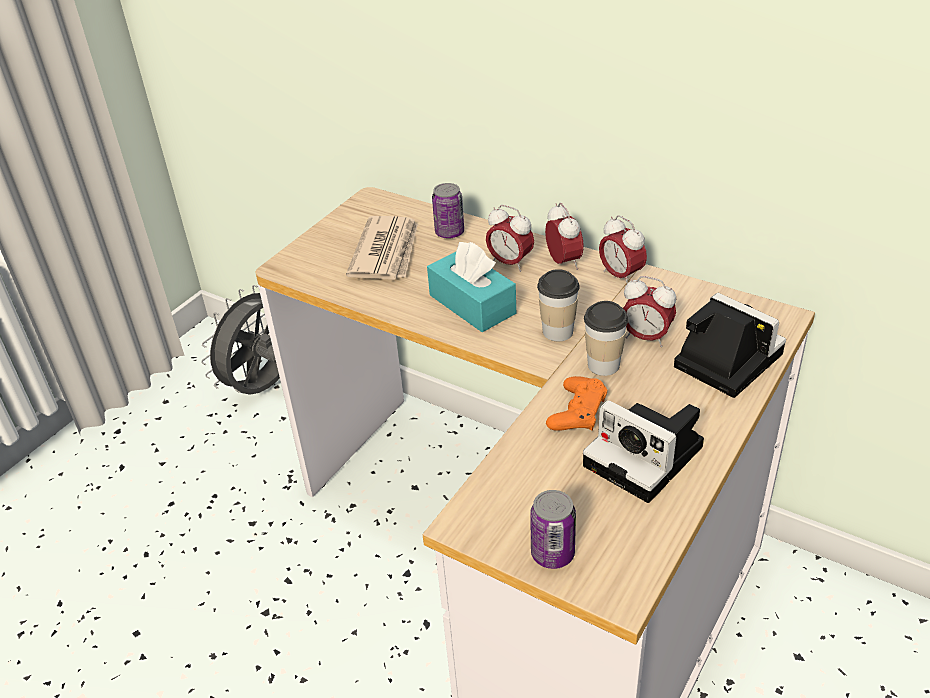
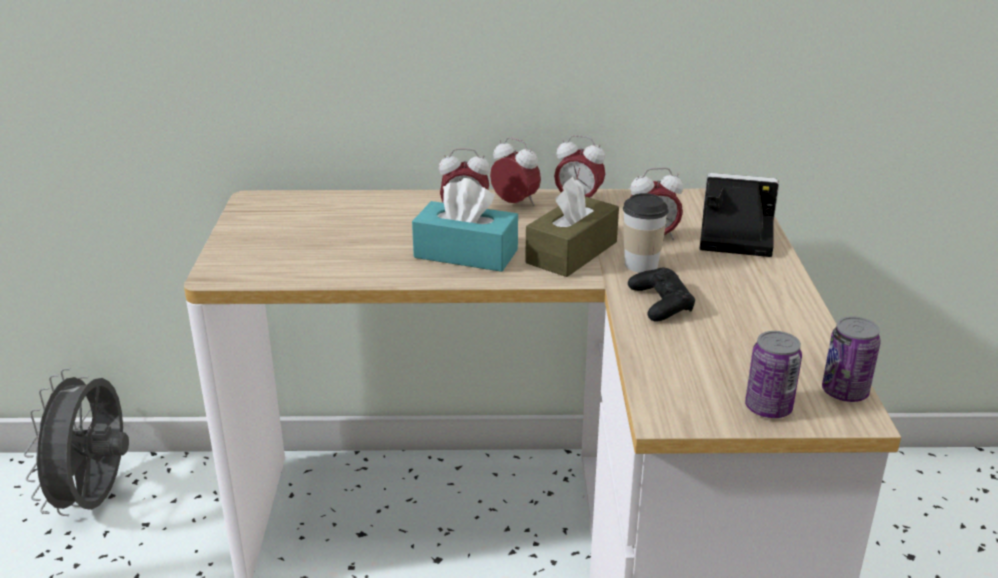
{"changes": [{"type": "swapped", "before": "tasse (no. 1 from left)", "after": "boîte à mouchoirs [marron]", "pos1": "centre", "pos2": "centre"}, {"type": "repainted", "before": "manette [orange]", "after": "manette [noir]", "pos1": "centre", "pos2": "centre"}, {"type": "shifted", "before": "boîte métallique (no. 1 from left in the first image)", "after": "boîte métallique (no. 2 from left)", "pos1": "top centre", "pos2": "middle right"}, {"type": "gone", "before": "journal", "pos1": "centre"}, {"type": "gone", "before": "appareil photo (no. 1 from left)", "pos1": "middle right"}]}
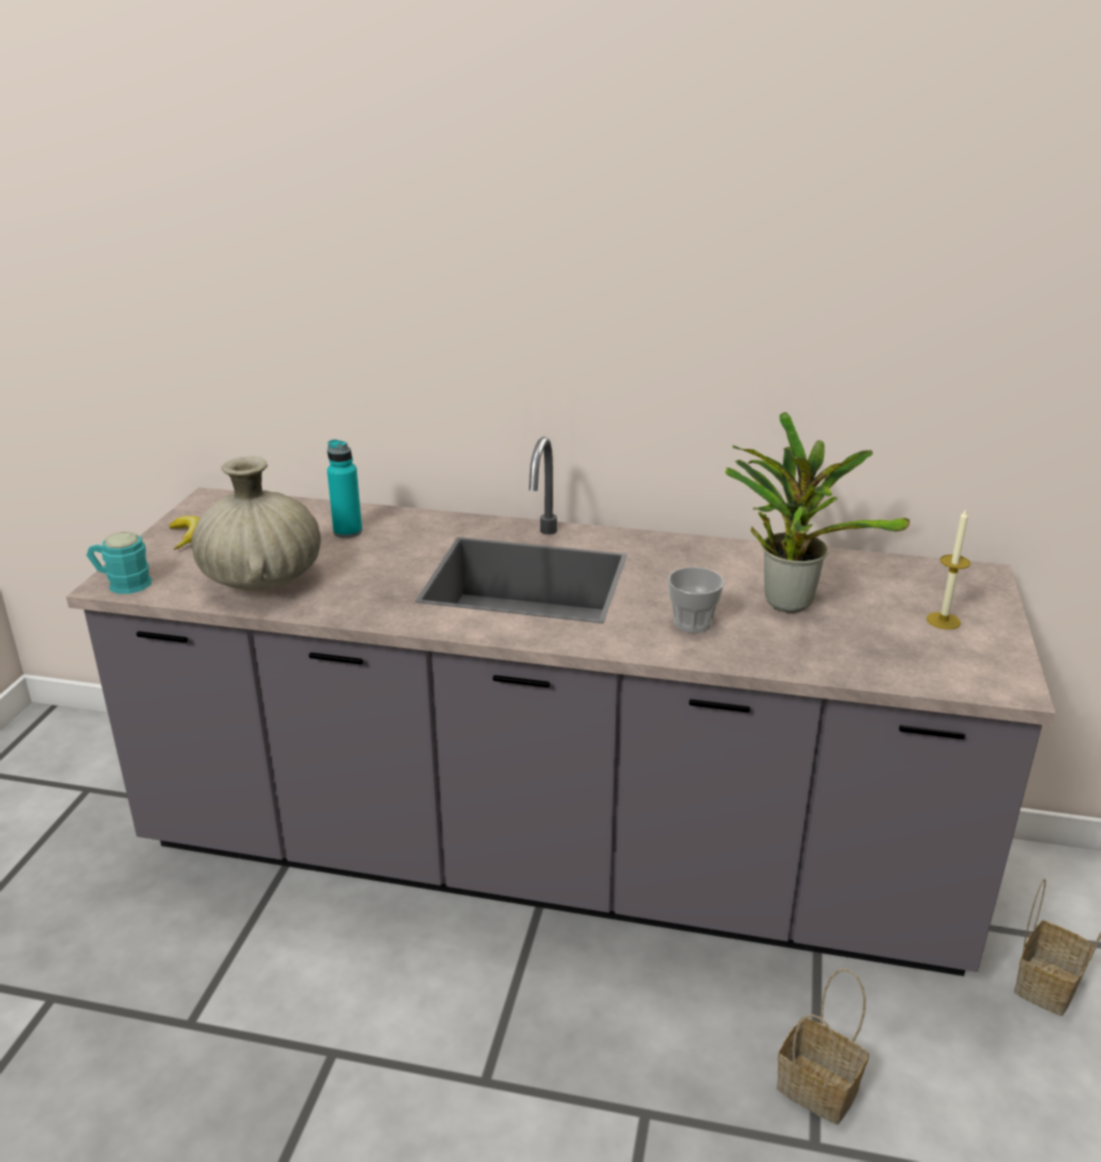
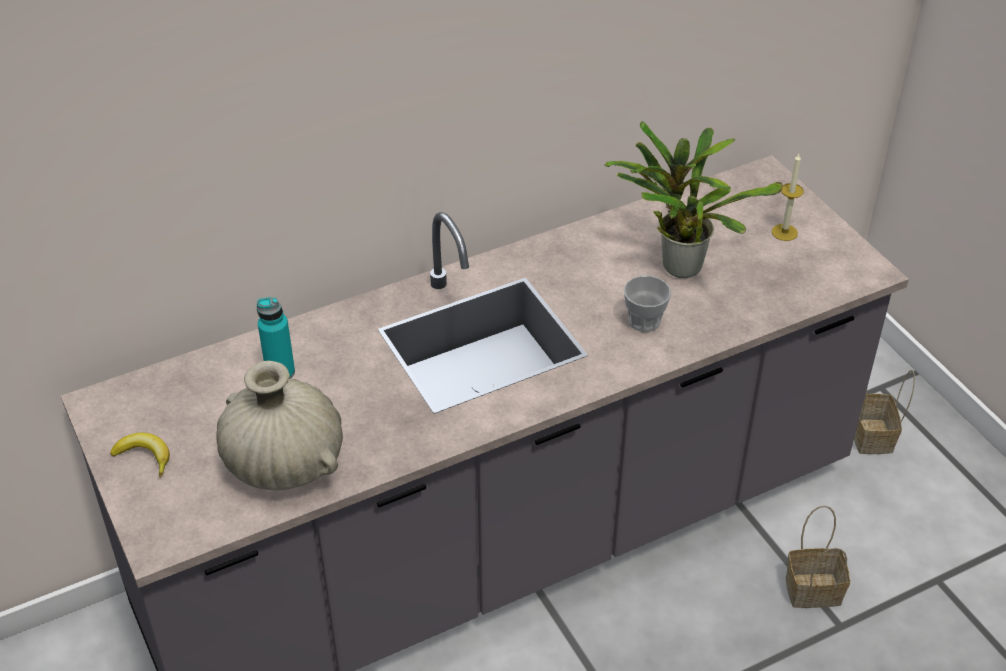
{"changes": [{"type": "gone", "before": "mug [turquoise]", "pos1": "middle left"}]}
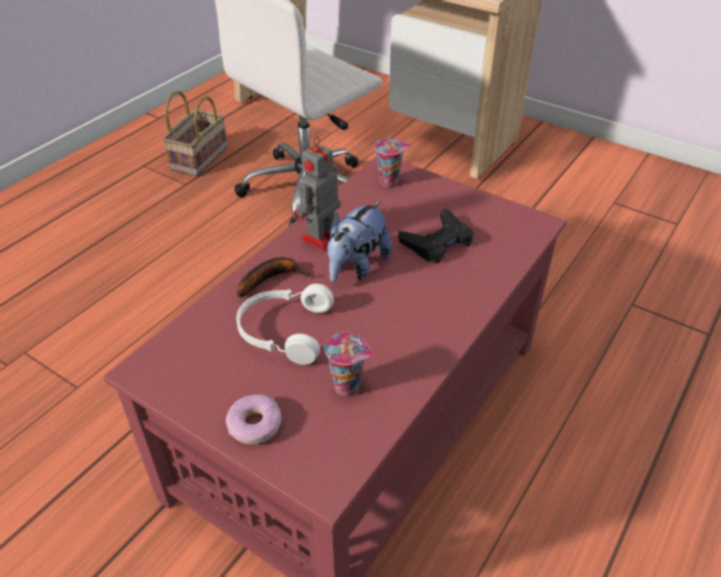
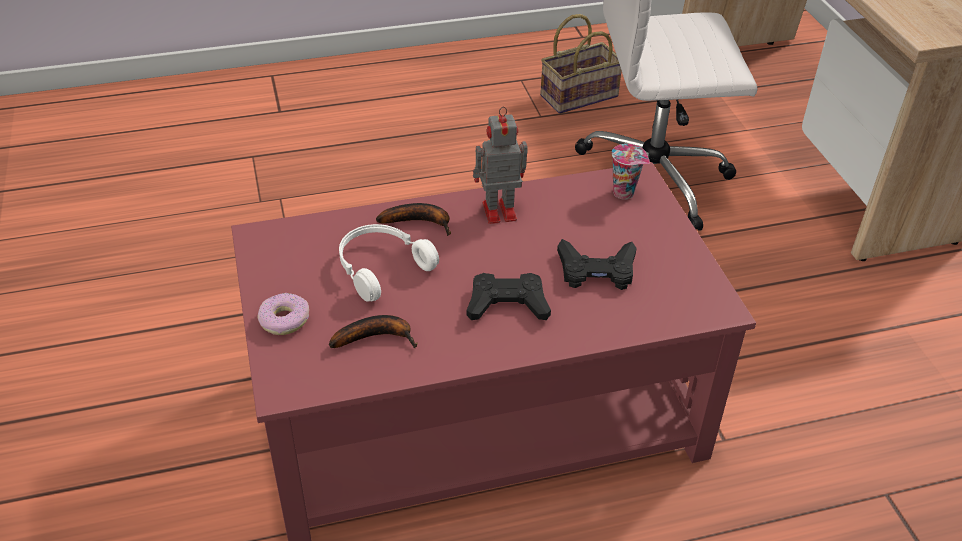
{"changes": [{"type": "swapped", "before": "tasse (no. 1 from left)", "after": "banane (no. 1 from left)", "pos1": "centre", "pos2": "centre"}, {"type": "new", "after": "manette [noir] (no. 1 from left)", "pos2": "centre"}, {"type": "gone", "before": "peluche", "pos1": "centre"}]}
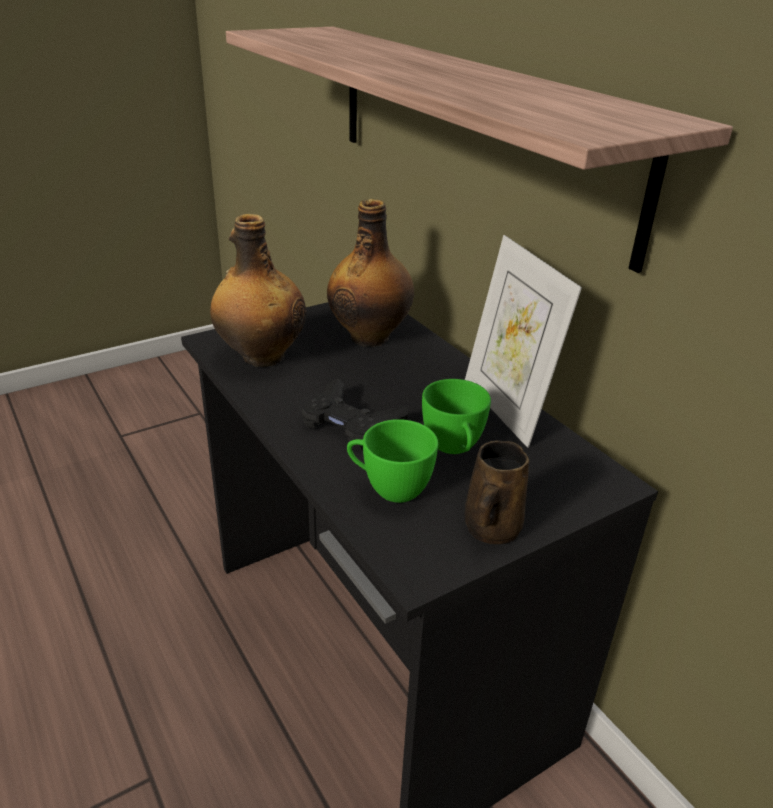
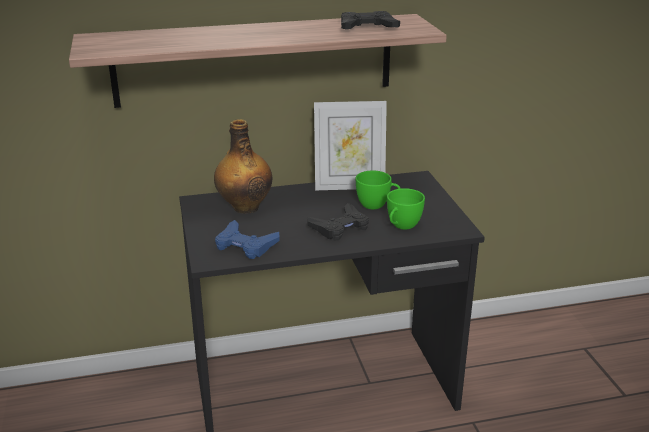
{"changes": [{"type": "swapped", "before": "bouteille (no. 1 from left)", "after": "manette [bleu]", "pos1": "centre", "pos2": "centre"}, {"type": "new", "after": "manette [noir] (no. 2 from left)", "pos2": "top centre"}, {"type": "gone", "before": "mug [marron]", "pos1": "centre"}]}
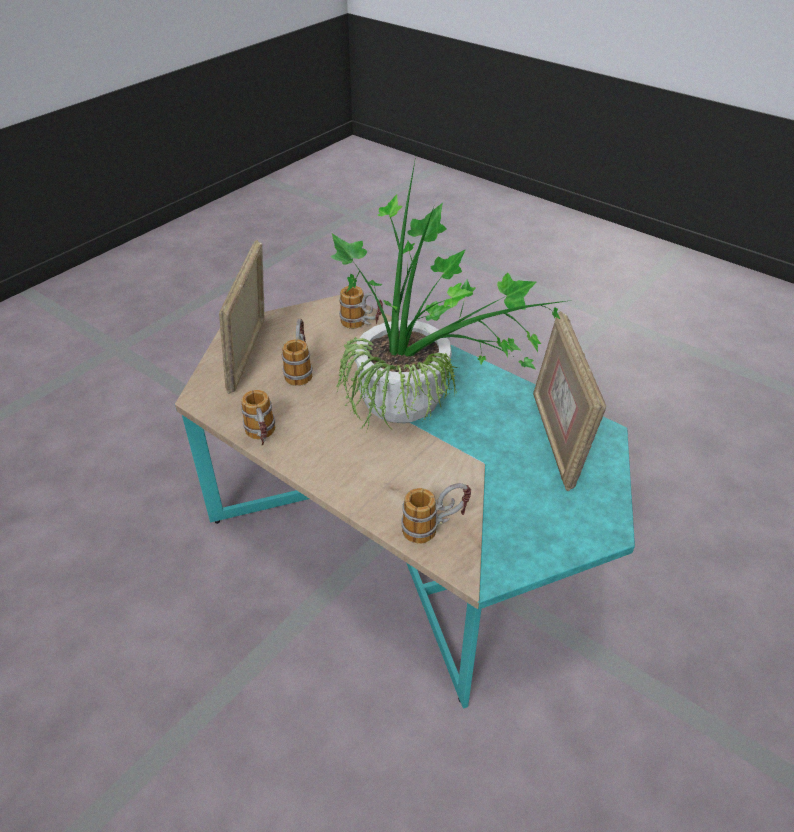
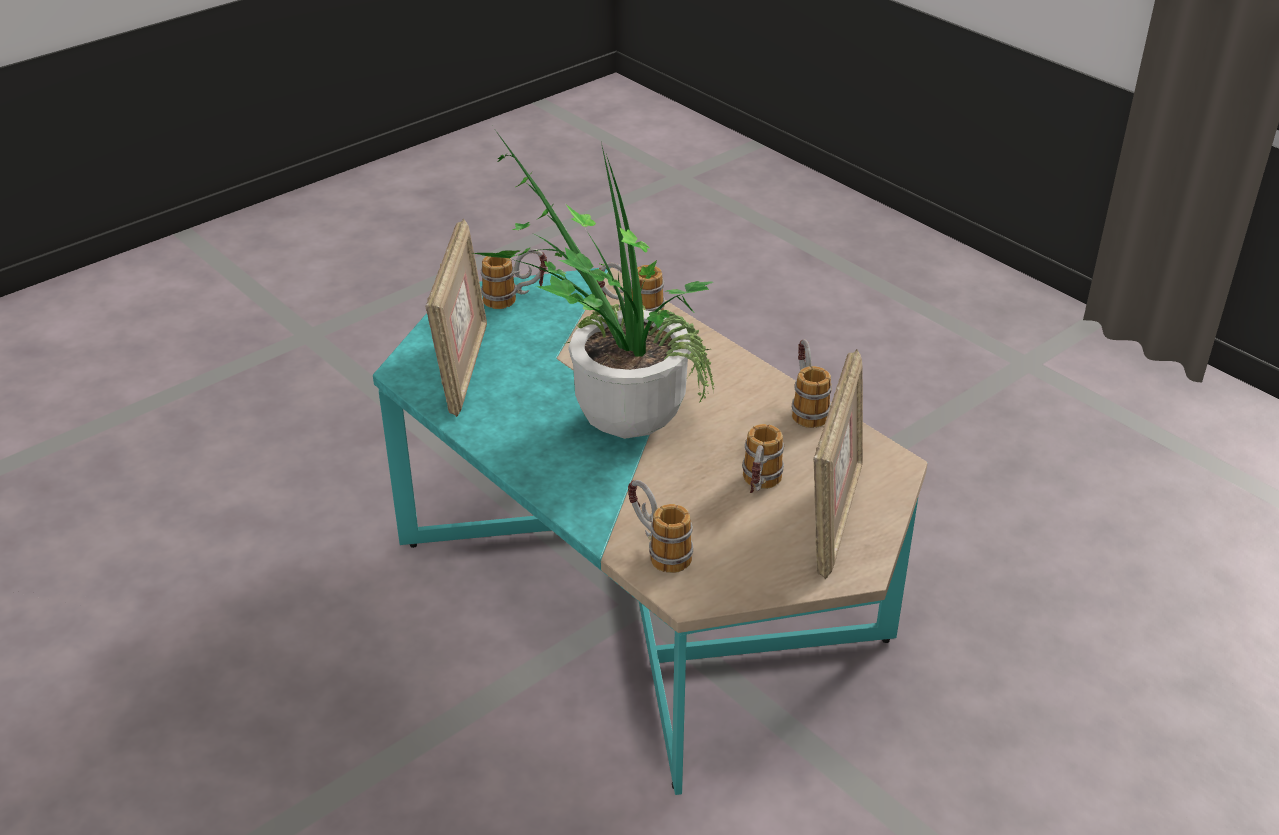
{"changes": [{"type": "new", "after": "mug (no. 1 from left)", "pos2": "centre"}]}
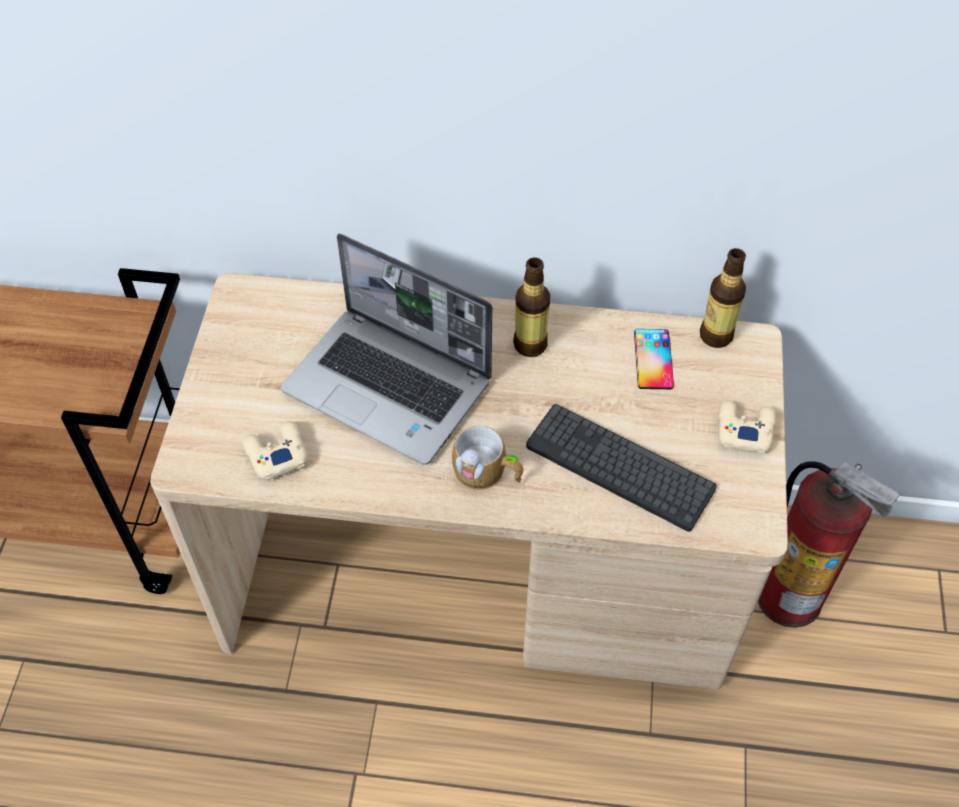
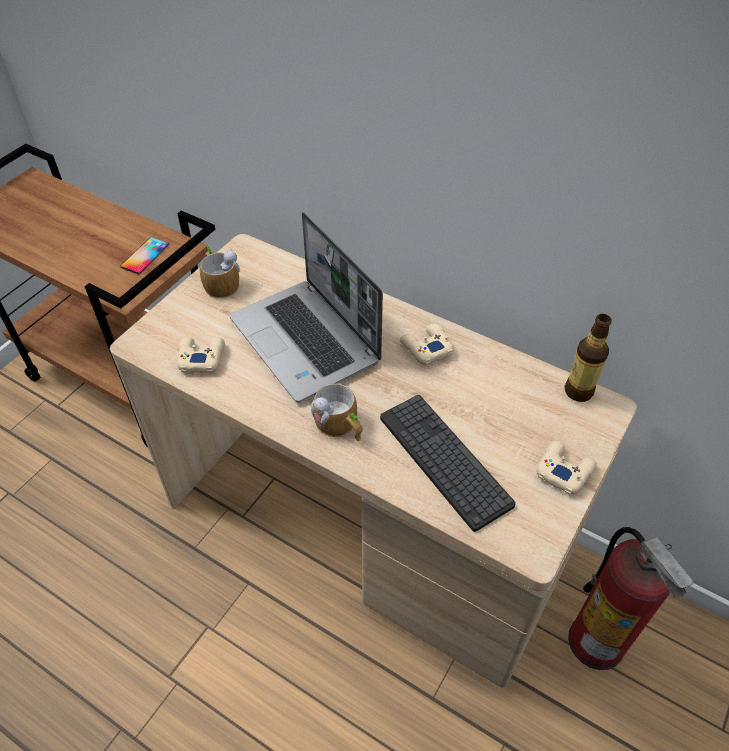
{"changes": [{"type": "shifted", "before": "téléphone", "pos1": "middle right", "pos2": "middle left"}, {"type": "new", "after": "mug (no. 1 from left)", "pos2": "middle left"}, {"type": "swapped", "before": "bouteille (no. 1 from left)", "after": "manette [beige] (no. 2 from left)", "pos1": "centre", "pos2": "centre"}]}
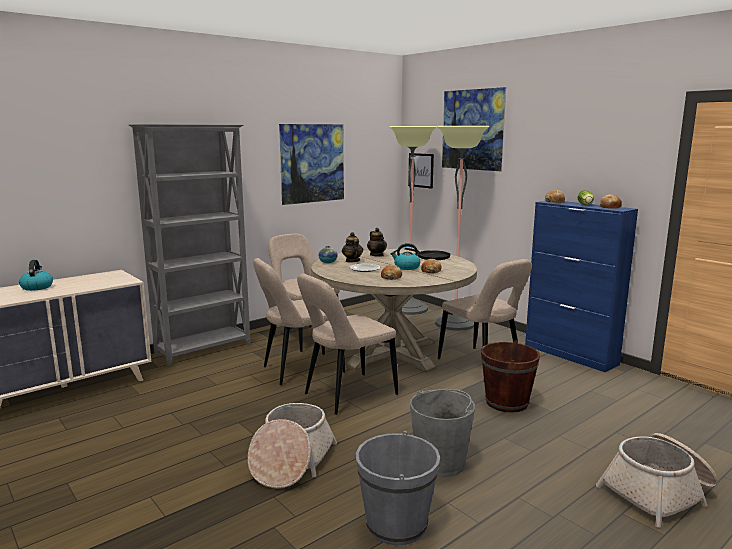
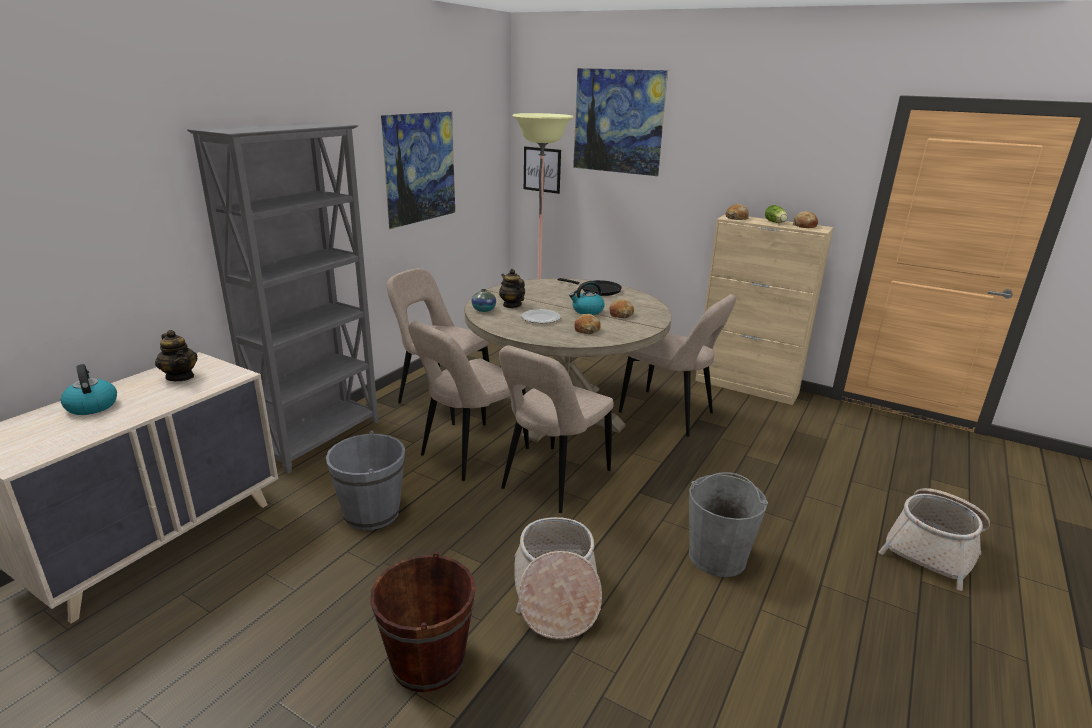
{"changes": [{"type": "shifted", "before": "théière (no. 2 from left in the first image)", "after": "théière (no. 1 from left)", "pos1": "centre", "pos2": "middle left"}, {"type": "shifted", "before": "seau [gris] (no. 1 from left)", "pos1": "bottom centre", "pos2": "centre"}, {"type": "shifted", "before": "seau [marron]", "pos1": "bottom right", "pos2": "bottom centre"}, {"type": "repainted", "before": "meuble de rangement [bleu]", "after": "meuble de rangement [beige]", "pos1": "middle right", "pos2": "middle right"}, {"type": "gone", "before": "lampadaire (no. 2 from left)", "pos1": "centre"}]}
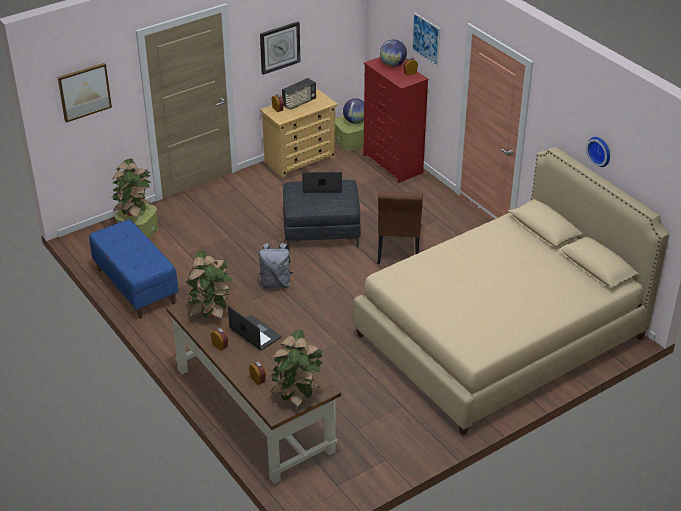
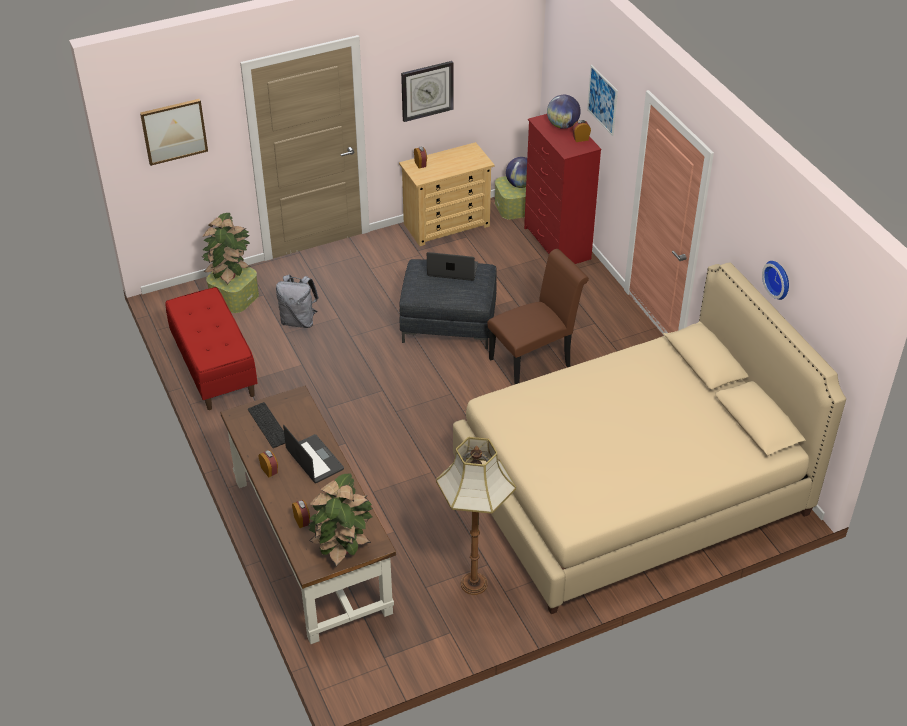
{"changes": [{"type": "repainted", "before": "banc [bleu]", "after": "banc [rouge]", "pos1": "middle left", "pos2": "middle left"}, {"type": "swapped", "before": "plante en pot (no. 2 from left)", "after": "clavier", "pos1": "middle left", "pos2": "middle left"}, {"type": "shifted", "before": "sac à dos [gris]", "pos1": "centre", "pos2": "middle left"}, {"type": "new", "after": "lampadaire", "pos2": "bottom centre"}, {"type": "rotated", "before": "chaise [marron]", "pos1": "centre", "pos2": "centre", "turn": -135}, {"type": "gone", "before": "radio", "pos1": "top centre"}]}
